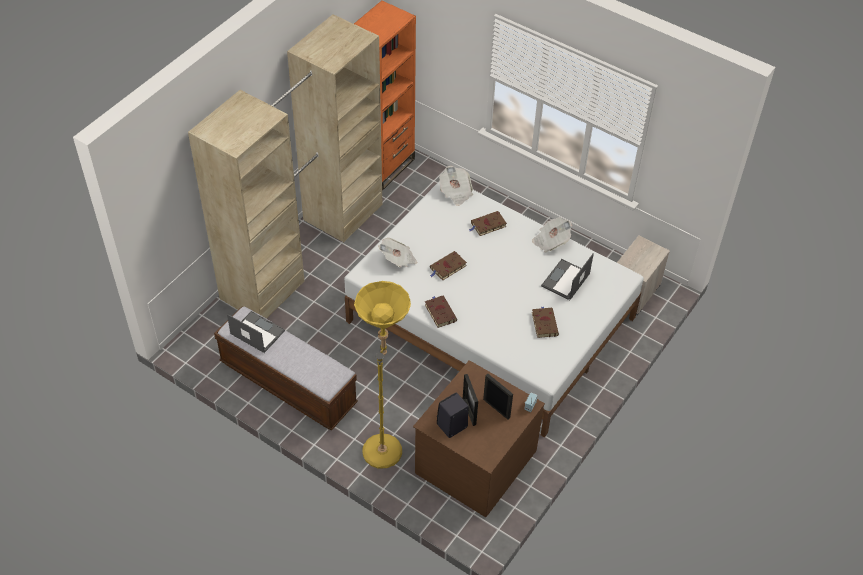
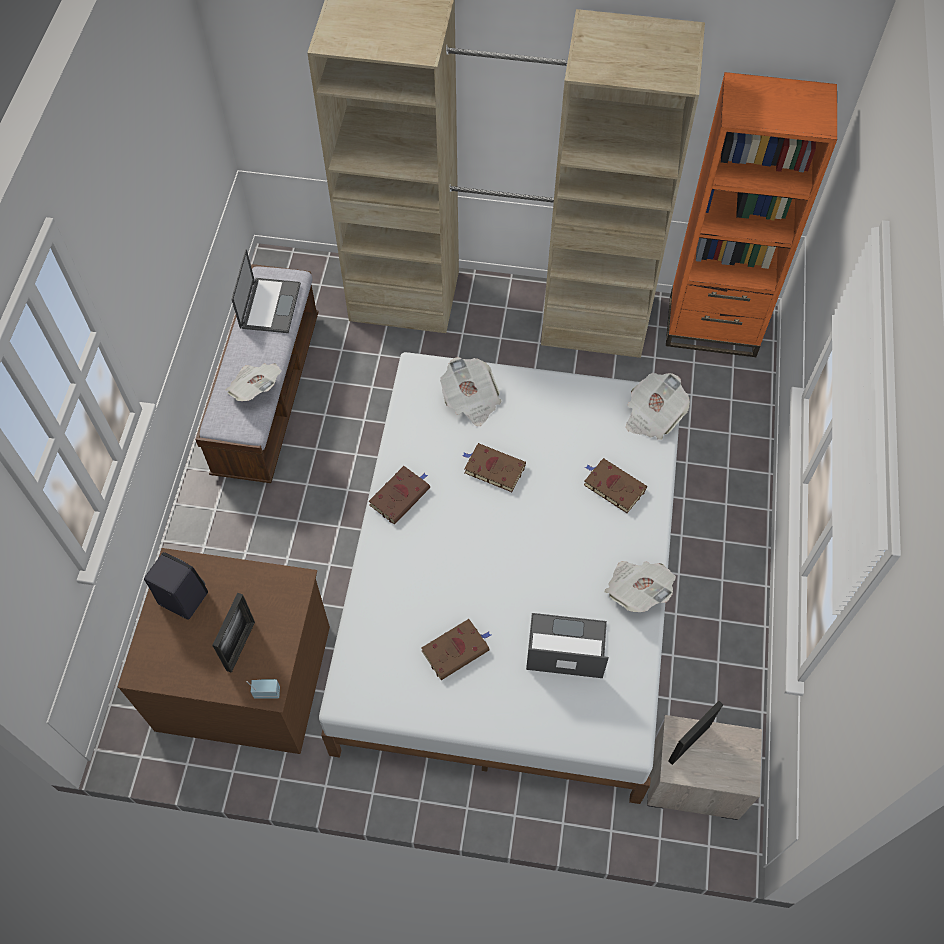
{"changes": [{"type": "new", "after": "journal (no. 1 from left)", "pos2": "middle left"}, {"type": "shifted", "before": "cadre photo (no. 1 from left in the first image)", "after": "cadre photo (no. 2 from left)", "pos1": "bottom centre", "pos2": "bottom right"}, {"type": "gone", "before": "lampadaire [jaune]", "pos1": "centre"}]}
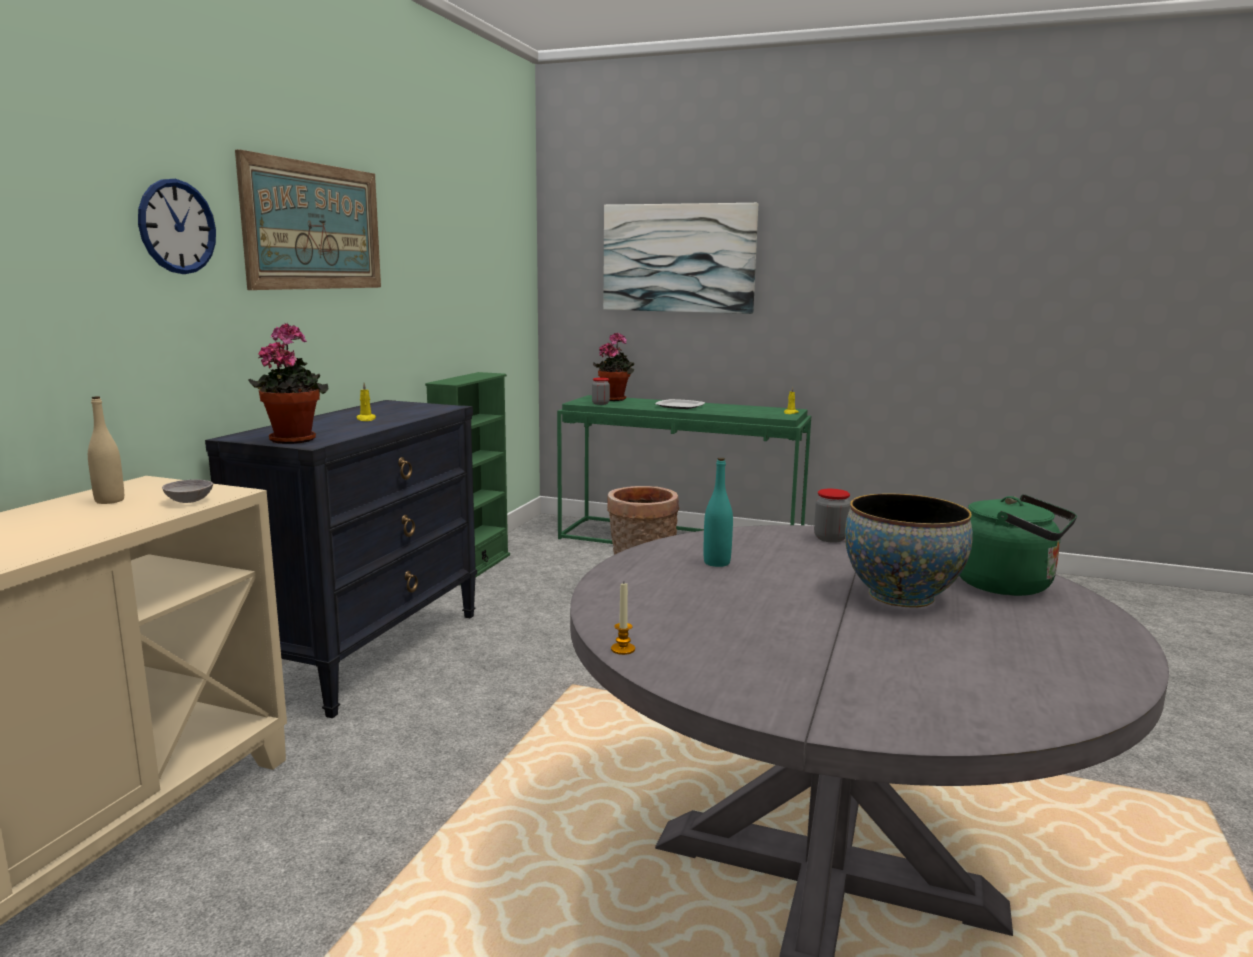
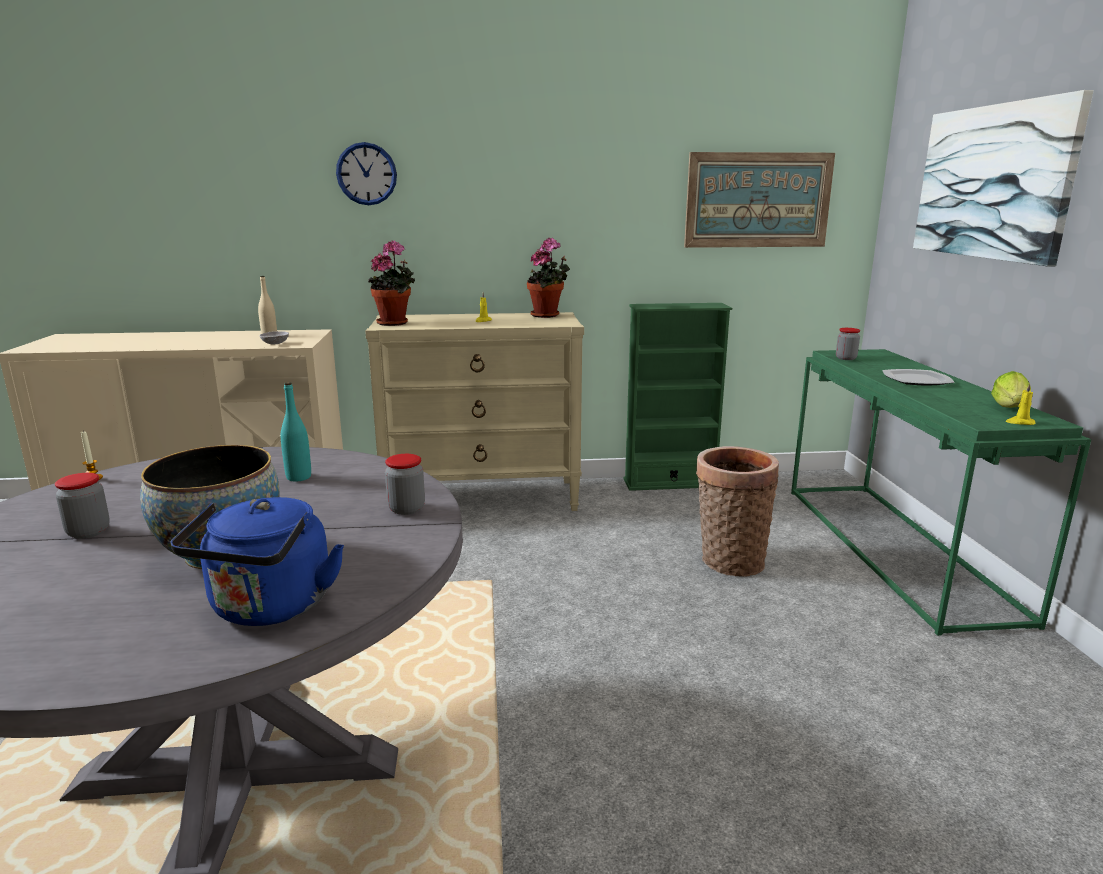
{"changes": [{"type": "new", "after": "bocal (no. 1 from left)", "pos2": "middle left"}, {"type": "repainted", "before": "bouilloire [vert]", "after": "bouilloire [bleu]", "pos1": "middle right", "pos2": "middle left"}, {"type": "repainted", "before": "commode [noir]", "after": "commode [beige]", "pos1": "middle left", "pos2": "centre"}, {"type": "shifted", "before": "plante en pot (no. 2 from left)", "pos1": "centre", "pos2": "top centre"}, {"type": "shifted", "before": "tableau (no. 1 from left)", "pos1": "top left", "pos2": "top right"}, {"type": "new", "after": "laitue", "pos2": "middle right"}]}
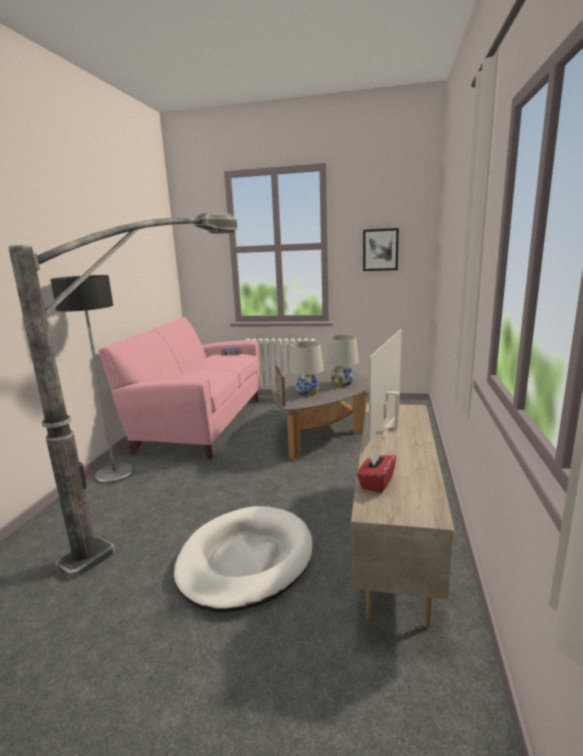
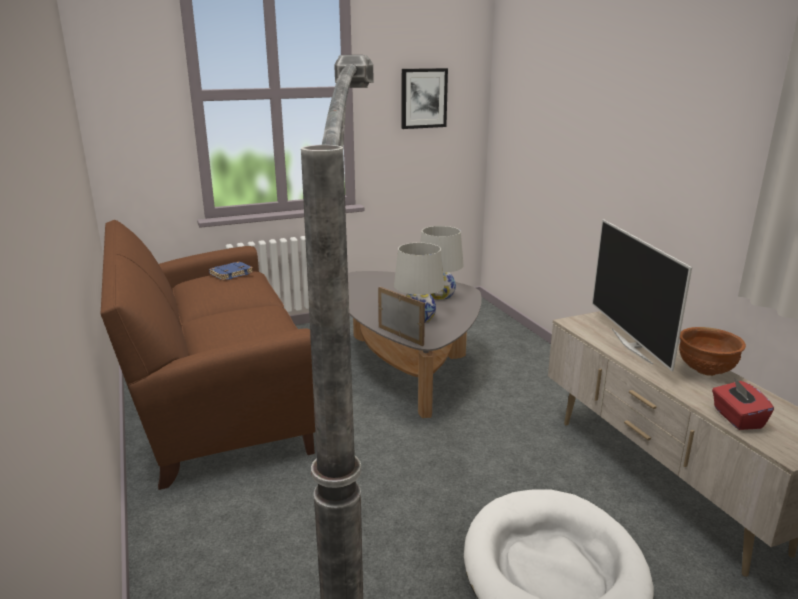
{"changes": [{"type": "repainted", "before": "canapé [rose]", "after": "canapé [marron]", "pos1": "middle left", "pos2": "middle left"}, {"type": "new", "after": "bol [marron]", "pos2": "middle right"}, {"type": "gone", "before": "lampadaire (no. 1 from left)", "pos1": "middle left"}]}
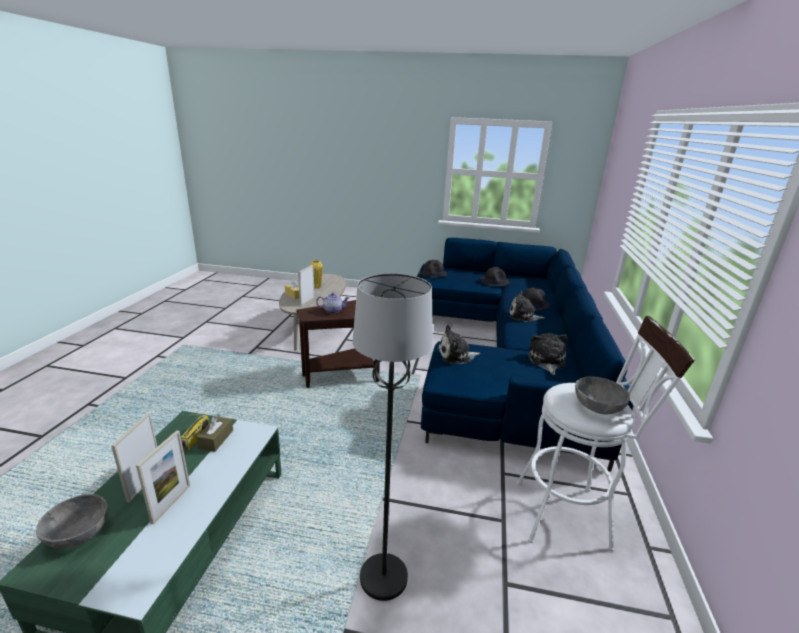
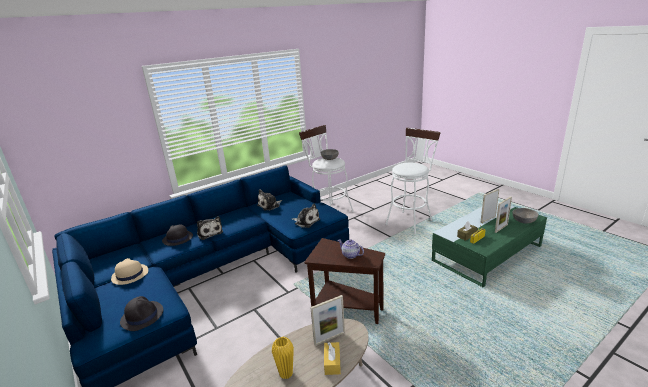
{"changes": [{"type": "repainted", "before": "chapeau [noir] (no. 2 from left)", "after": "chapeau [beige]", "pos1": "centre", "pos2": "bottom left"}, {"type": "swapped", "before": "lampadaire [noir]", "after": "tabouret [blanc] (no. 2 from left)", "pos1": "bottom centre", "pos2": "centre"}]}
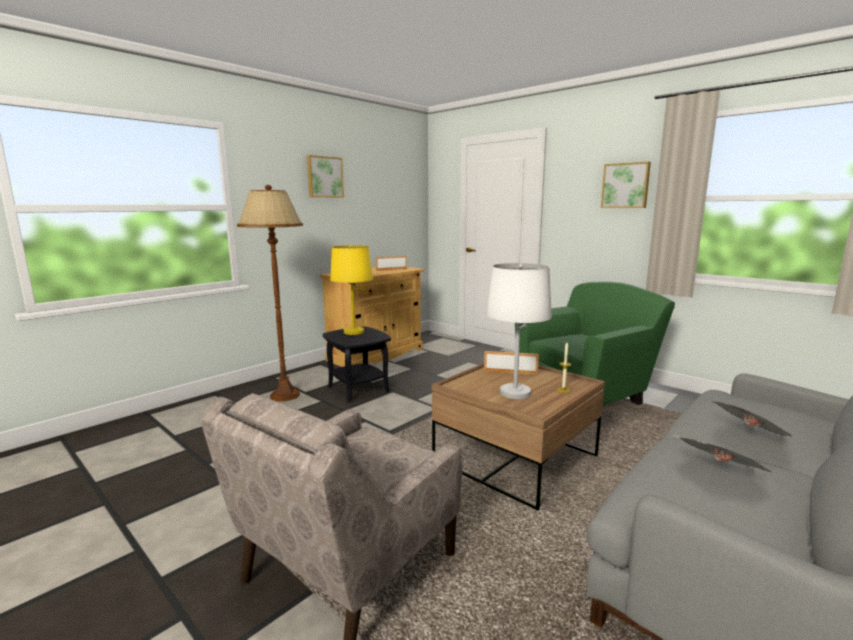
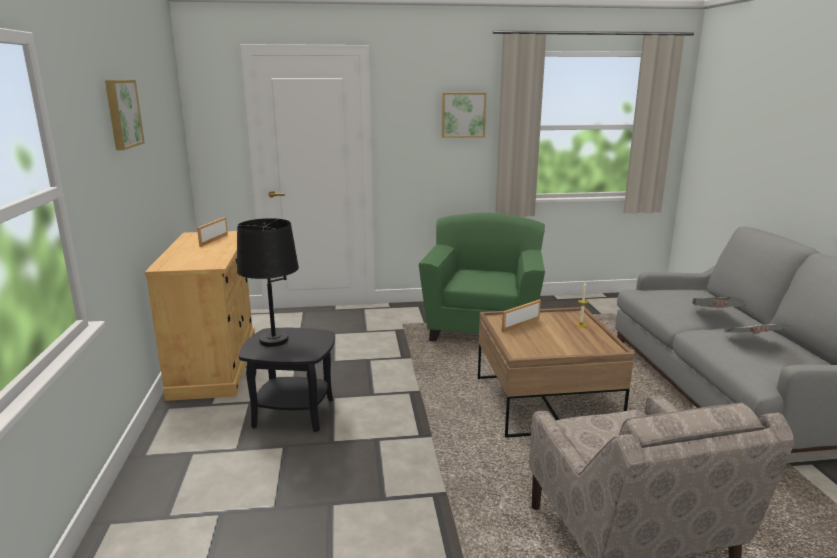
{"changes": [{"type": "repainted", "before": "lampe de table [jaune]", "after": "lampe de table [noir]", "pos1": "centre", "pos2": "middle left"}, {"type": "gone", "before": "lampadaire [marron]", "pos1": "middle left"}, {"type": "gone", "before": "lampe de table [blanc]", "pos1": "centre"}]}
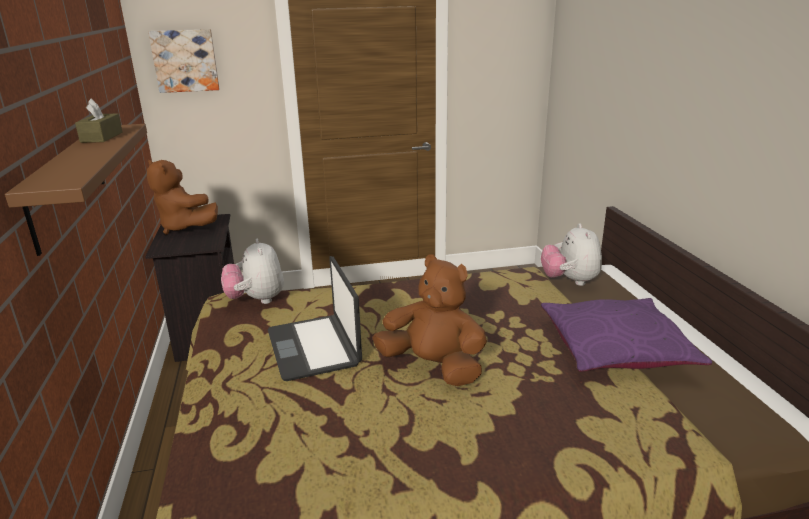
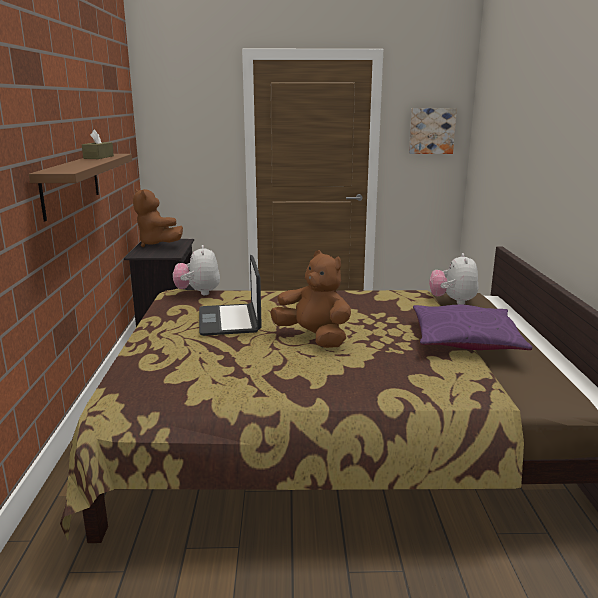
{"changes": [{"type": "shifted", "before": "tableau", "pos1": "top left", "pos2": "top right"}]}
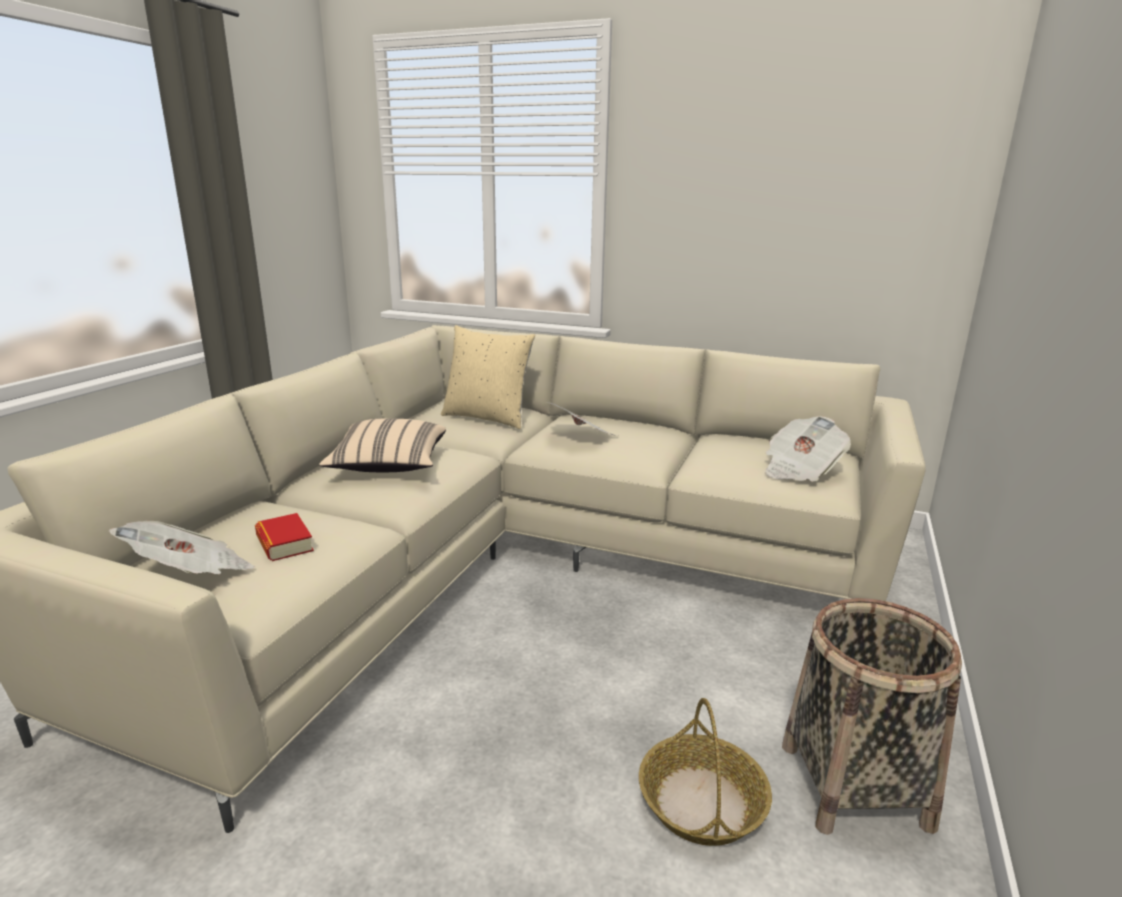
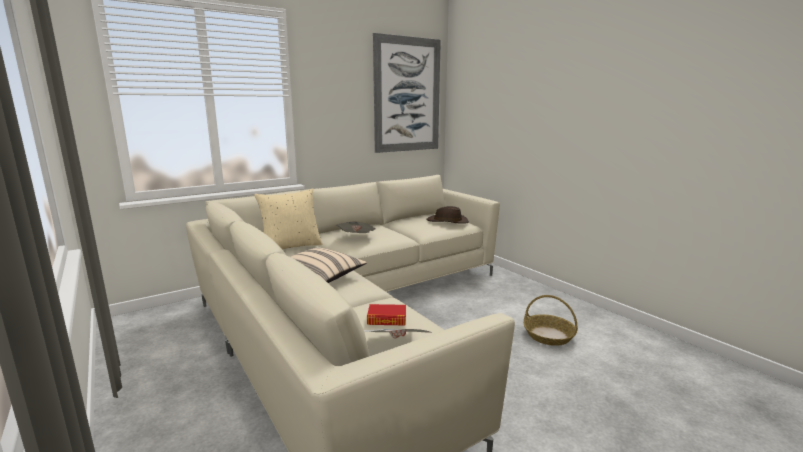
{"changes": [{"type": "new", "after": "tableau", "pos2": "top centre"}, {"type": "swapped", "before": "journal (no. 3 from left)", "after": "chapeau [marron]", "pos1": "middle right", "pos2": "centre"}, {"type": "gone", "before": "panier (no. 2 from left)", "pos1": "bottom right"}]}
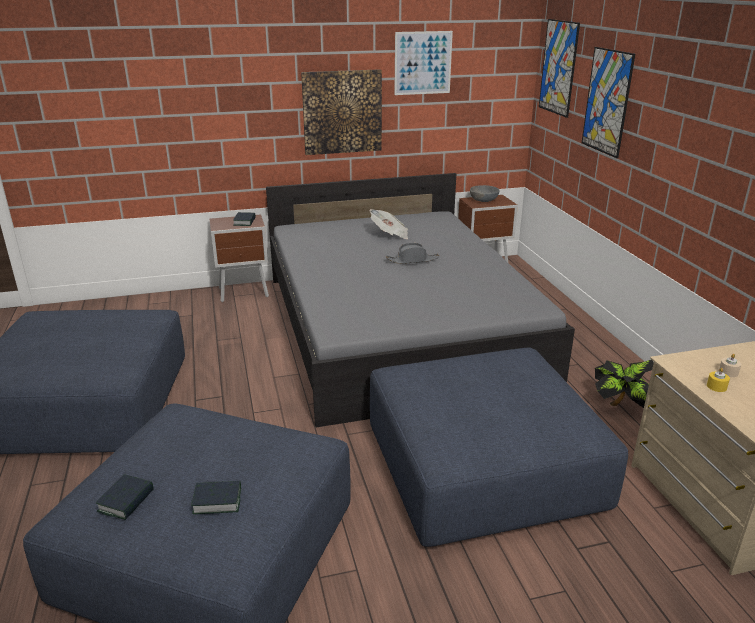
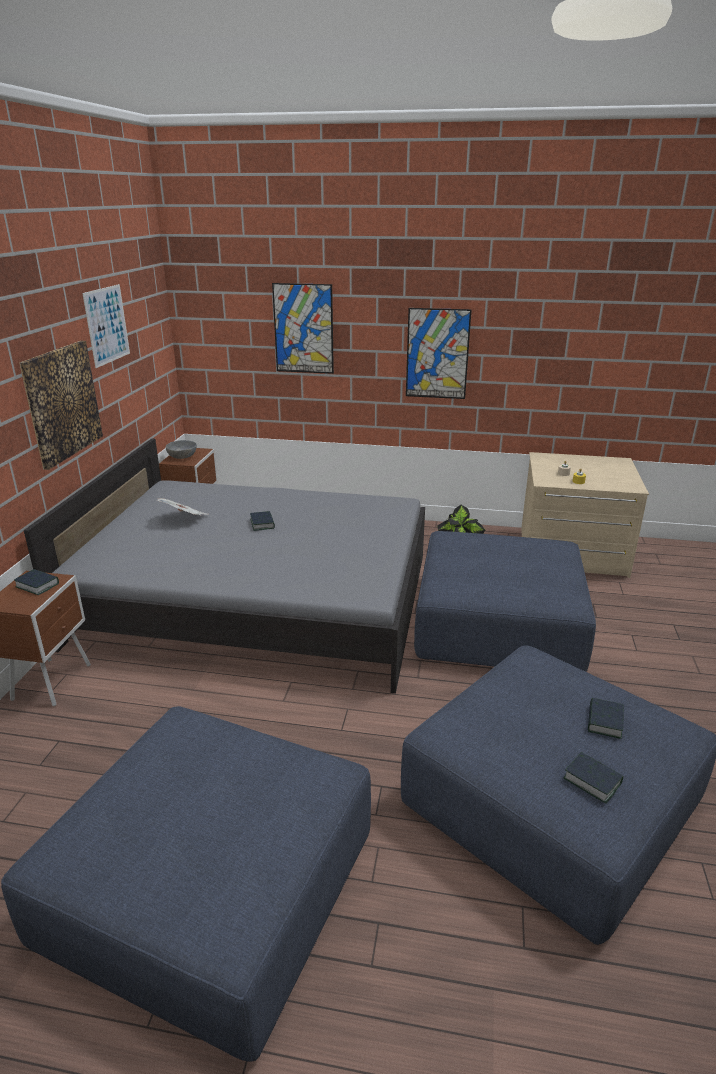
{"changes": [{"type": "swapped", "before": "chapeau [gris]", "after": "livre (no. 2 from left)", "pos1": "centre", "pos2": "centre"}, {"type": "shifted", "before": "tableau (no. 3 from left in the first image)", "after": "tableau (no. 4 from left)", "pos1": "top right", "pos2": "top centre"}]}
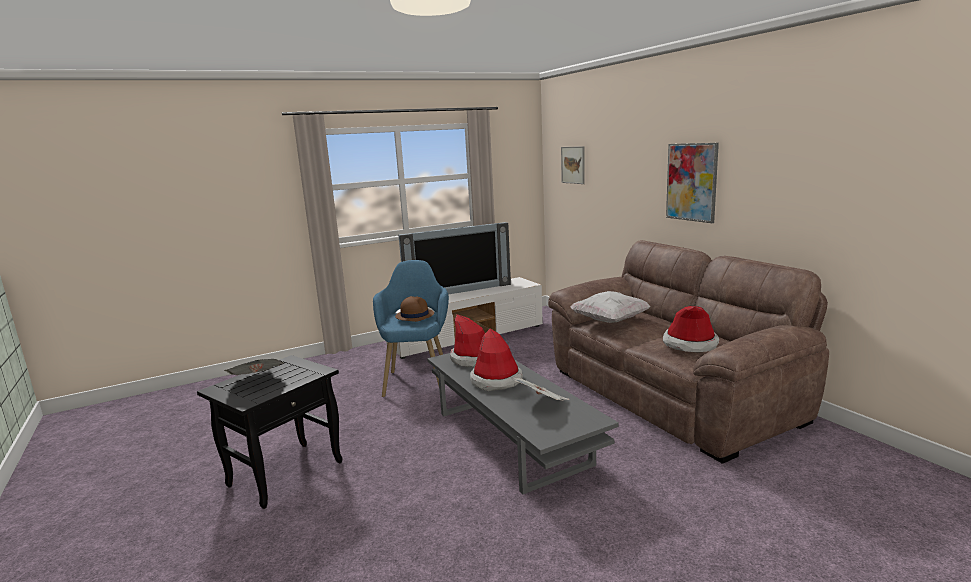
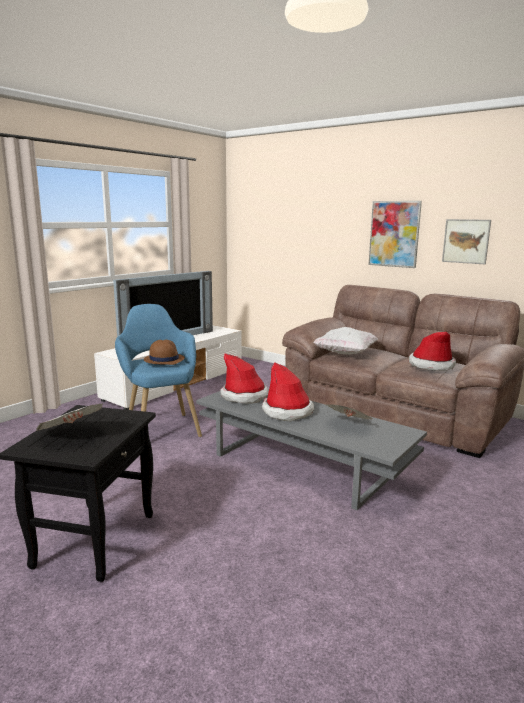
{"changes": [{"type": "shifted", "before": "tableau (no. 1 from left in the first image)", "after": "tableau (no. 2 from left)", "pos1": "top centre", "pos2": "middle right"}]}
